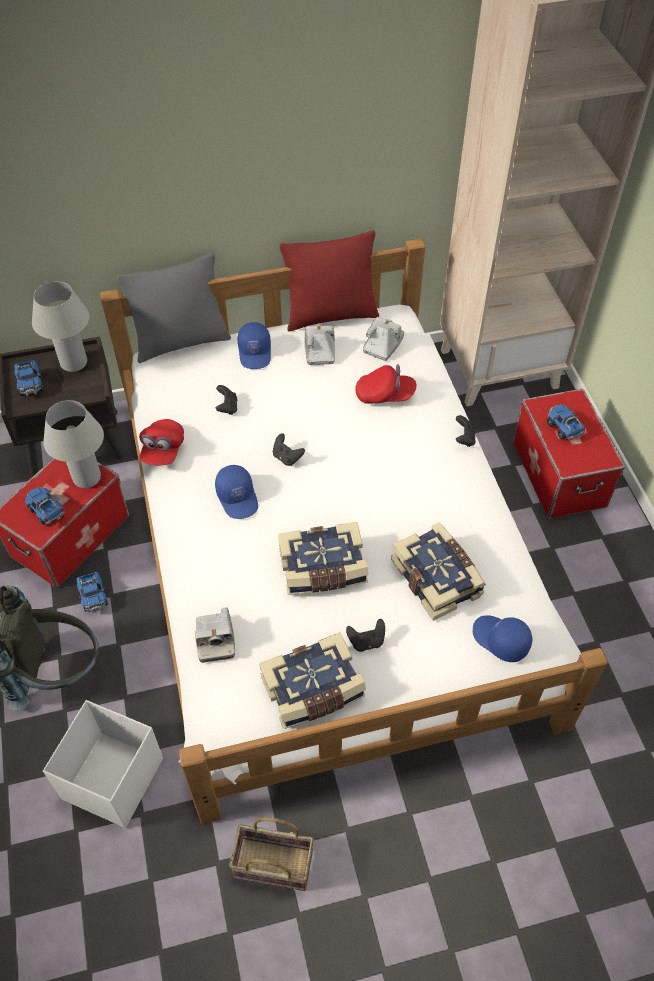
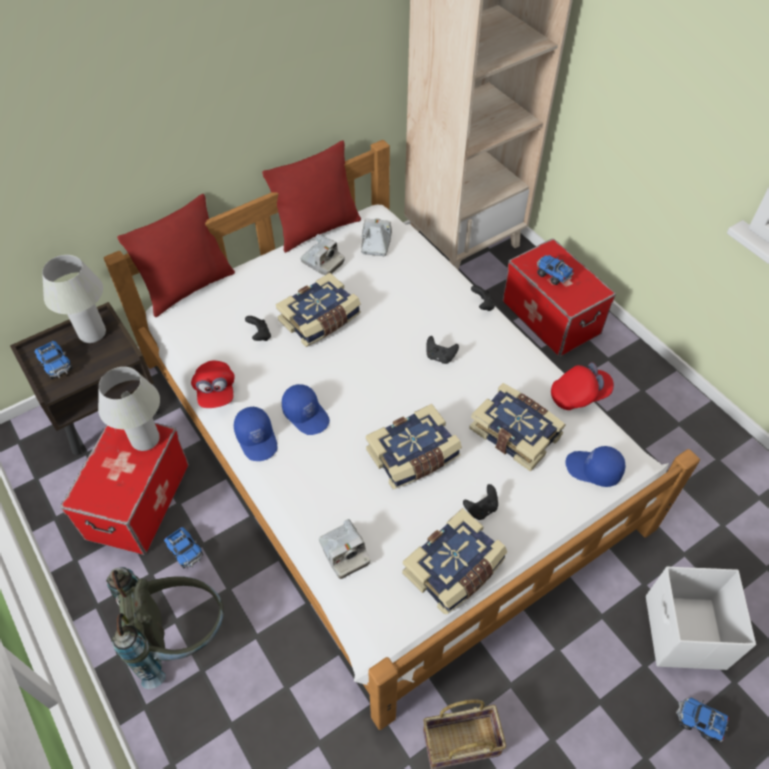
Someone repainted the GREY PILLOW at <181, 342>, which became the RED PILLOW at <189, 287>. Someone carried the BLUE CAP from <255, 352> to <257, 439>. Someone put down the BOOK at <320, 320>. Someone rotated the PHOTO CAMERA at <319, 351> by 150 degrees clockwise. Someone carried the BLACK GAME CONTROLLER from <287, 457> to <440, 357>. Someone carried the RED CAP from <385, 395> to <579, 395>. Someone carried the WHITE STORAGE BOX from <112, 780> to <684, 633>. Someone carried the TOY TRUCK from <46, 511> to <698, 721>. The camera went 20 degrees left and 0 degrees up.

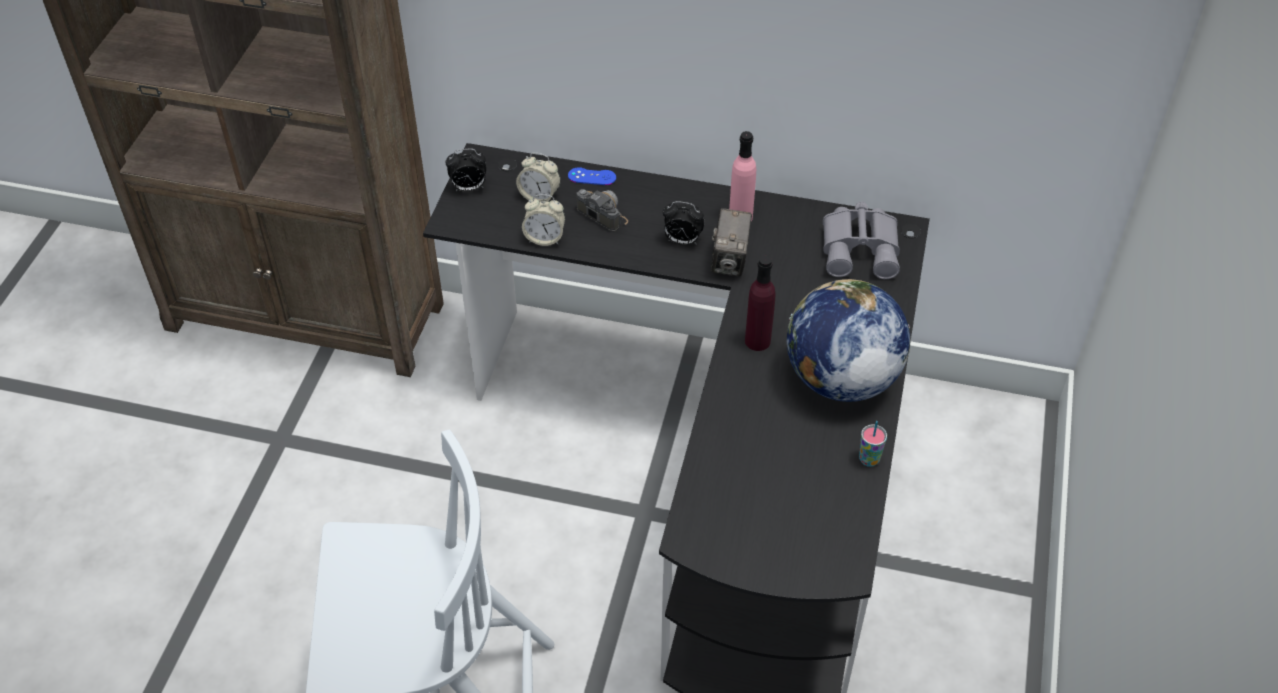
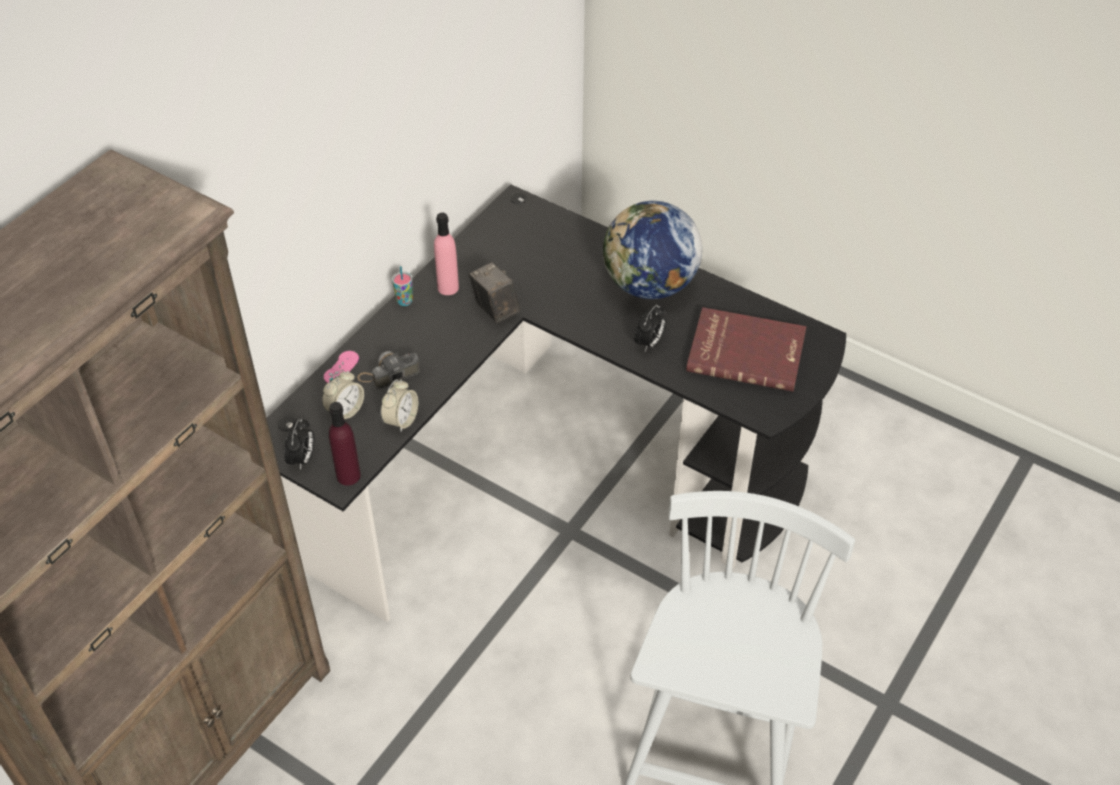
Someone repainted the BLUE GAME CONTROLLER at <592, 177>, which became the PINK GAME CONTROLLER at <341, 368>. Someone carried the PURPLE BOTTLE from <757, 341> to <348, 475>. Someone carried the CUP from <869, 459> to <404, 301>. Someone rotated the PHOTO CAMERA at <730, 261> by 150 degrees counterclockwise. Someone carried the ALARM CLOCK from <682, 241> to <649, 343>. Someone put down the RED BOOK at <746, 351>. Someone took away the GREY BINOCULARS at <861, 248>. The camera went 70 degrees left and 0 degrees up.

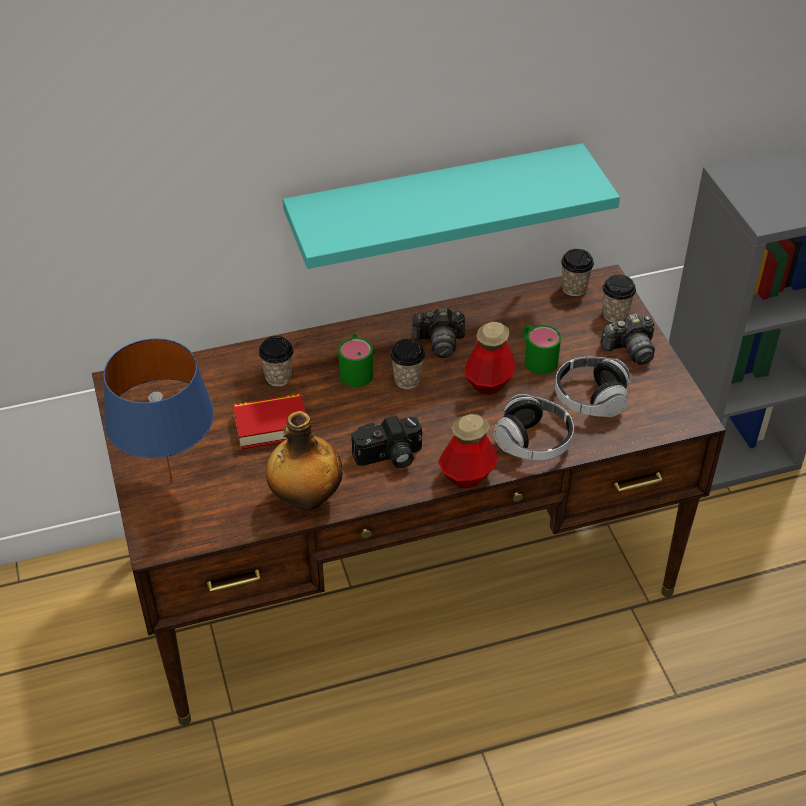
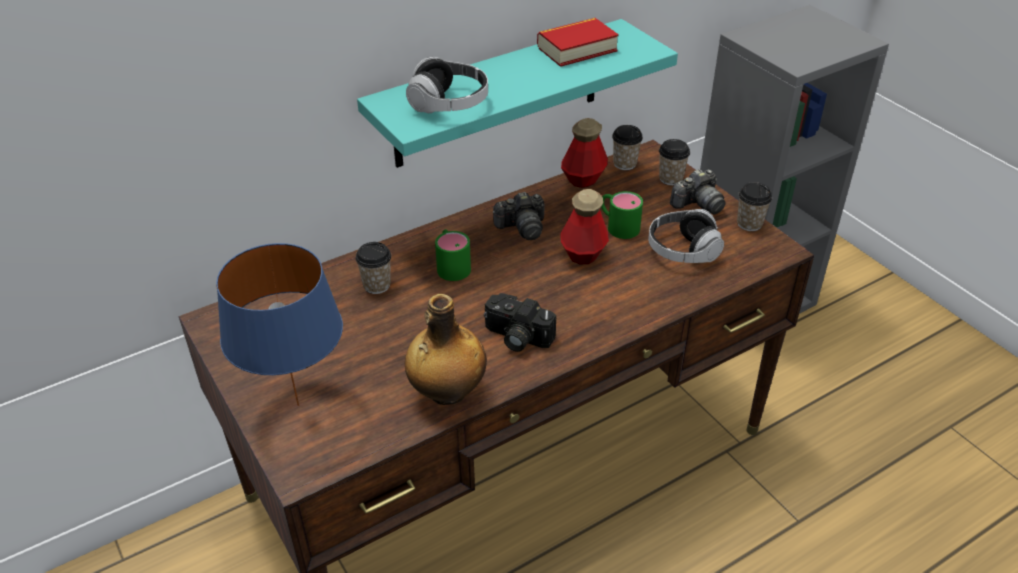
Someone carried the HEADPHONES from <533, 441> to <449, 104>. Someone rotated the PHOTO CAMERA at <389, 457> by 60 degrees clockwise. Someone carried the BOOK from <271, 426> to <577, 49>. Someone carried the BOTTLE from <467, 475> to <583, 179>. Someone carried the CUP from <407, 380> to <749, 224>. The camera went 15 degrees left and 5 degrees down.

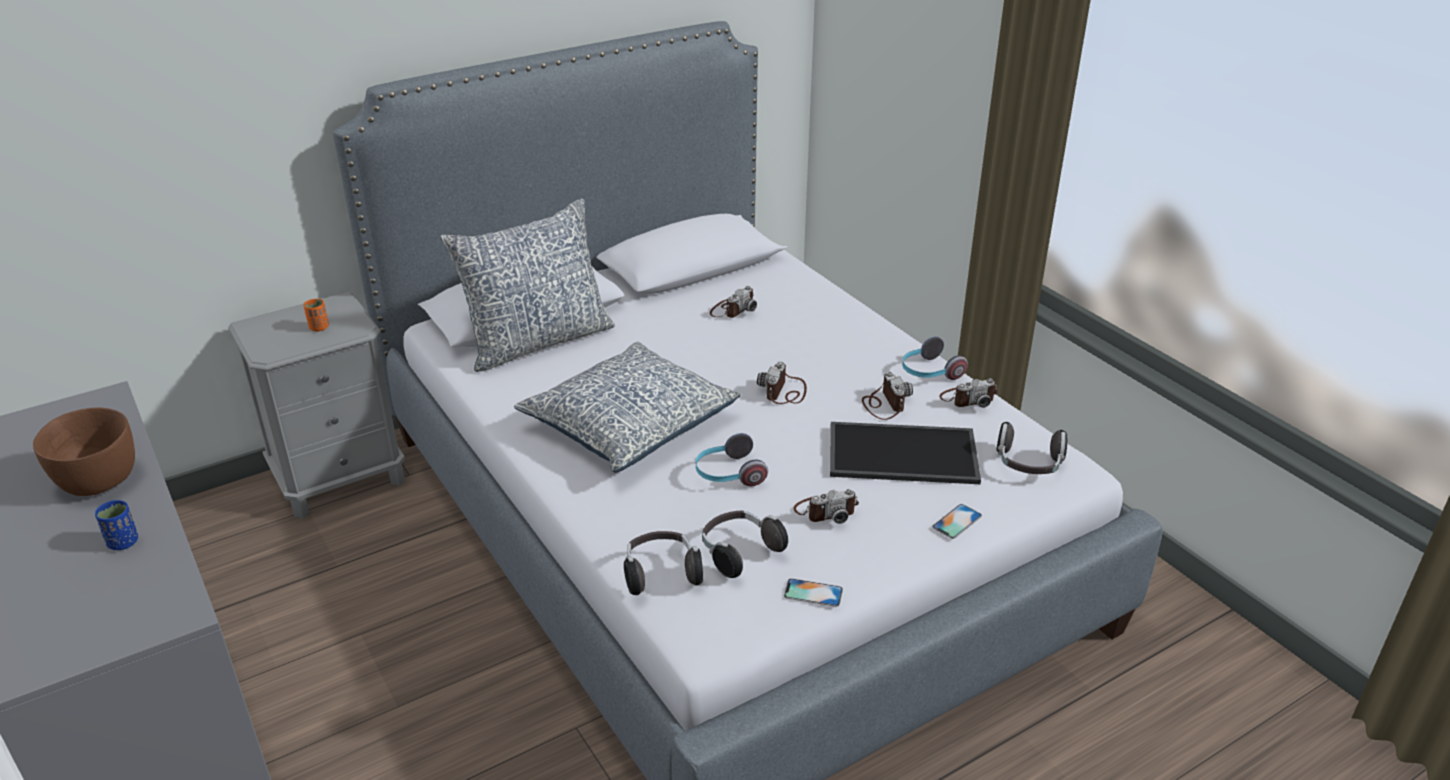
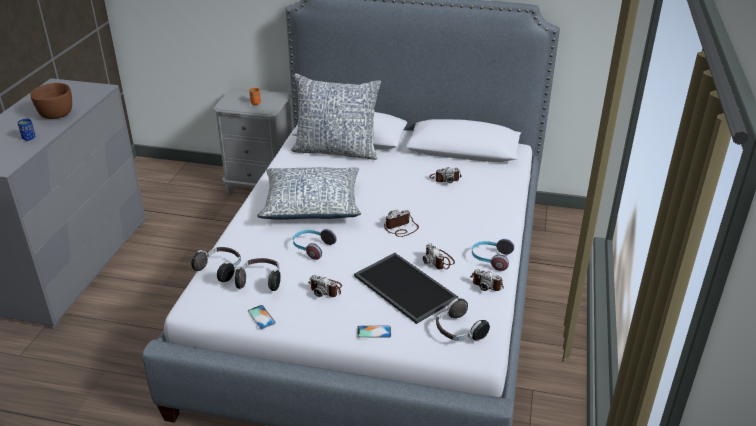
Someone rotated the PHOTO CAMERA at <884, 404> by 120 degrees clockwise. The camera went 45 degrees right and 0 degrees up.

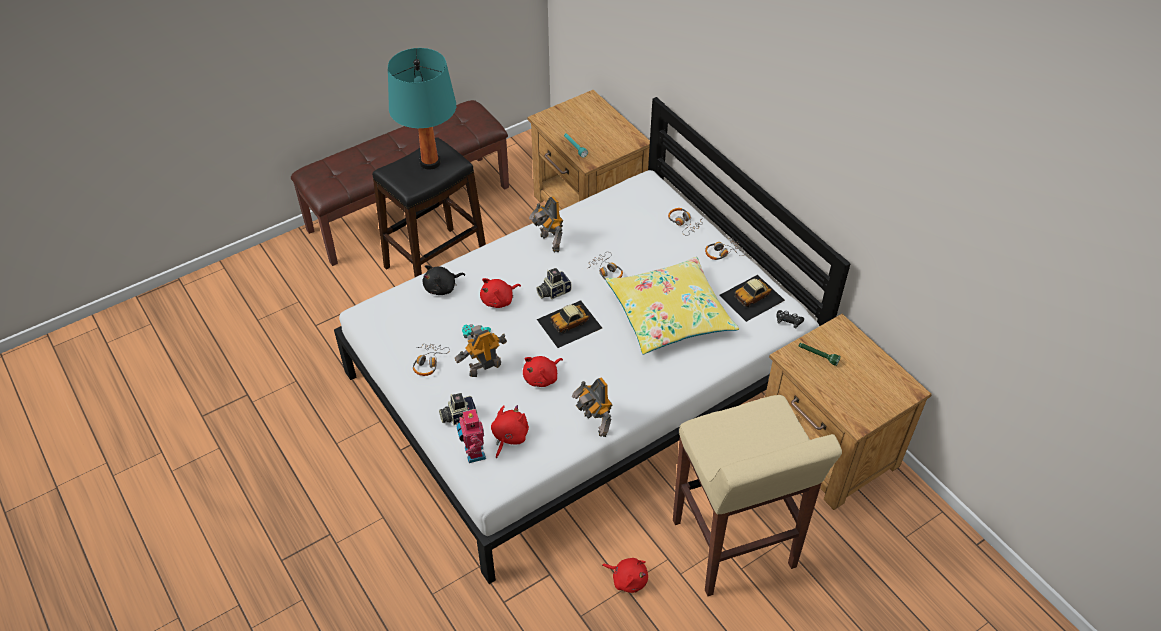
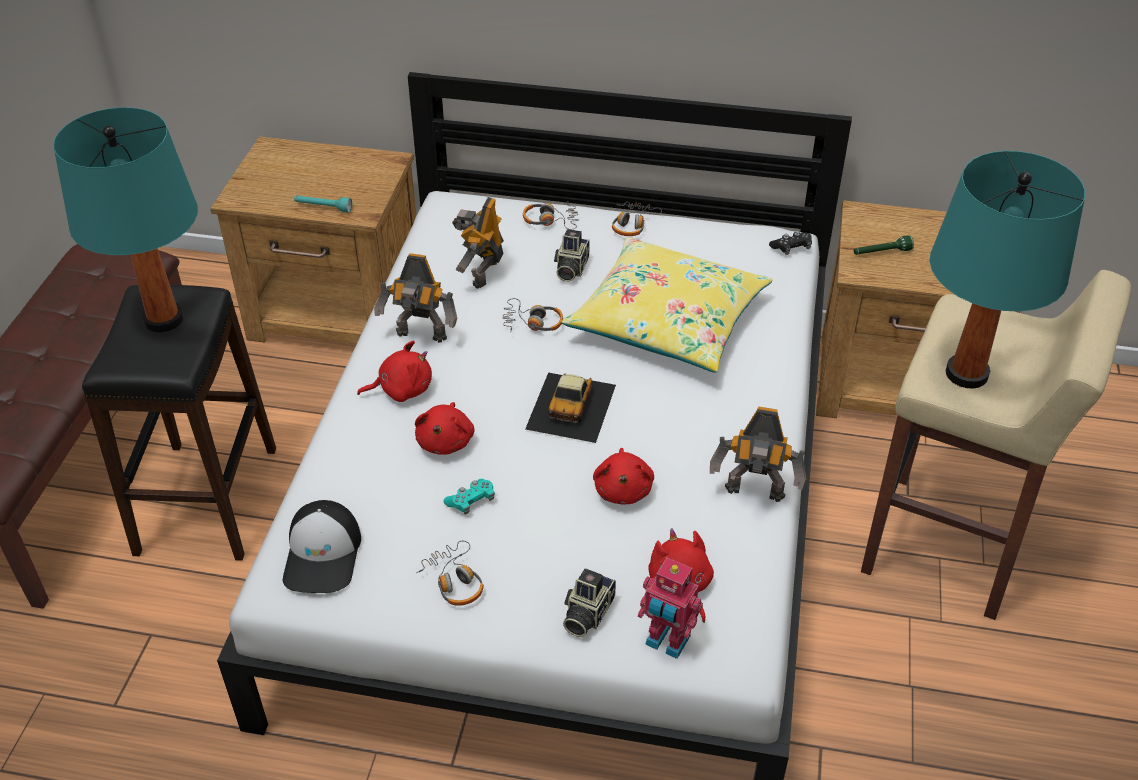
Someone put down the CAP at <323, 555>. Someone carried the RED PLUSH TOY from <628, 579> to <402, 389>. Someone carried the TOY ROBOT from <484, 368> to <482, 273>. Someone carried the PHOTO CAMERA from <553, 291> to <570, 269>. Someone put down the TURQUOISE TABLE LAMP at <967, 374>. Someone took away the BLACK PLUSH TOY at <442, 288>. Someone took away the TOY CAR at <752, 297>. The camera went 45 degrees left and 5 degrees down.

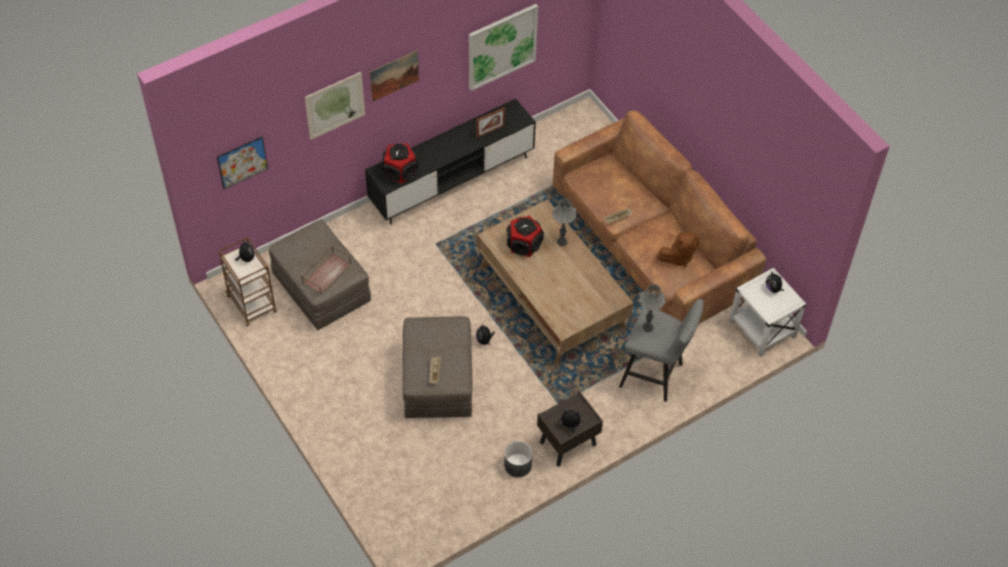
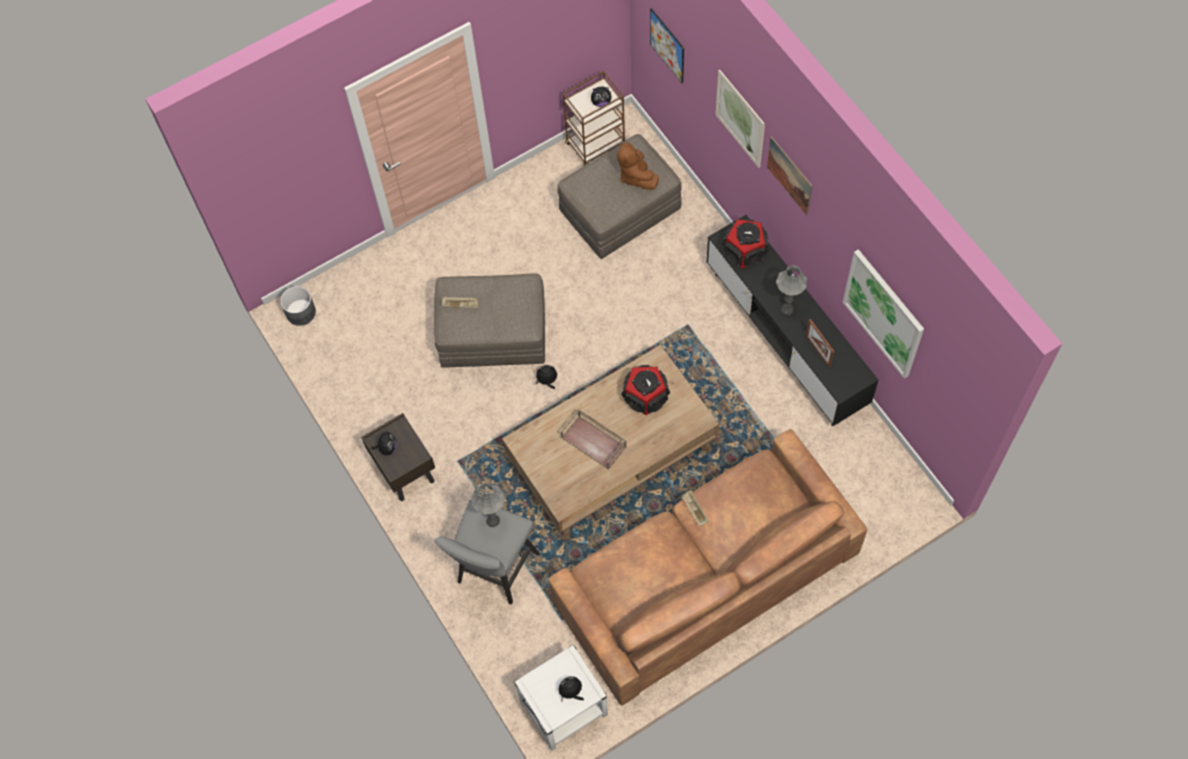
Someone carried the GREY PLANTER from <517, 465> to <300, 312>. Someone carried the BROWN TRAY from <326, 272> to <594, 442>. Someone carried the BROWN PLUSH TOY from <678, 257> to <635, 175>. Someone carried the GREY TABLE LAMP from <562, 242> to <787, 309>. The camera went 95 degrees right and 10 degrees up.

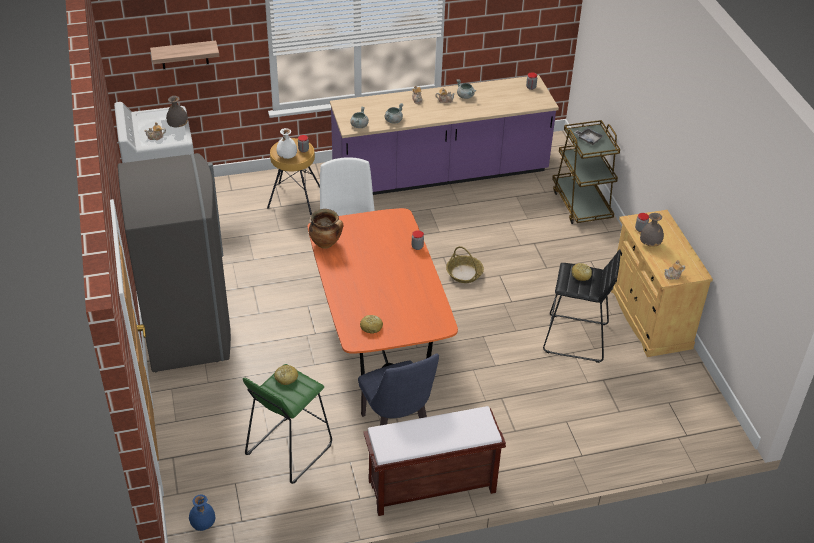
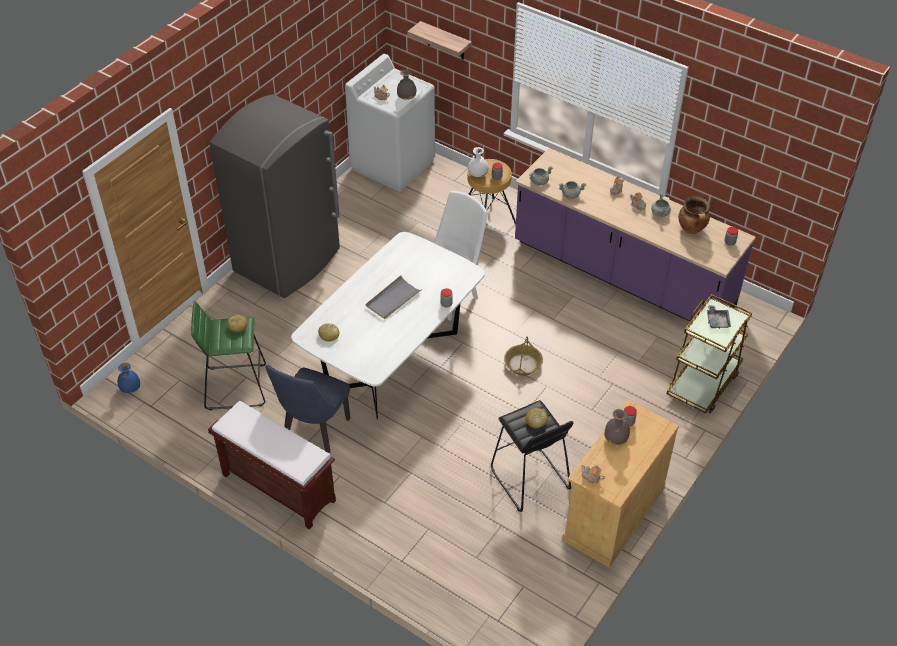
Someone repainted the ORANGE DINING TABLE at <378, 339>, which became the WHITE DINING TABLE at <393, 361>. Someone put down the GREY TRAY at <393, 299>. Someone carried the COOKING POT from <326, 243> to <692, 230>. The camera went 50 degrees right and 5 degrees up.

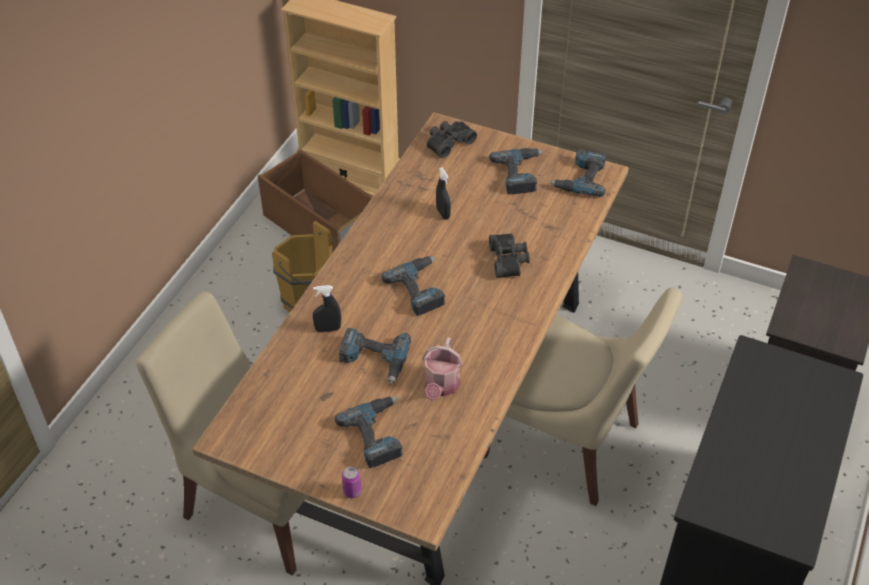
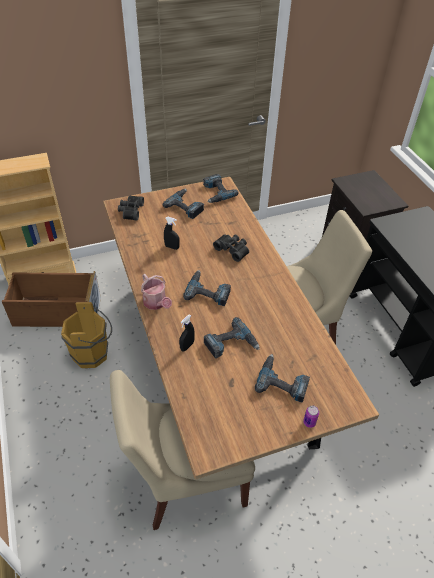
Someone carried the WATERING CAN from <441, 386> to <156, 303>. The camera went 45 degrees left and 0 degrees up.

